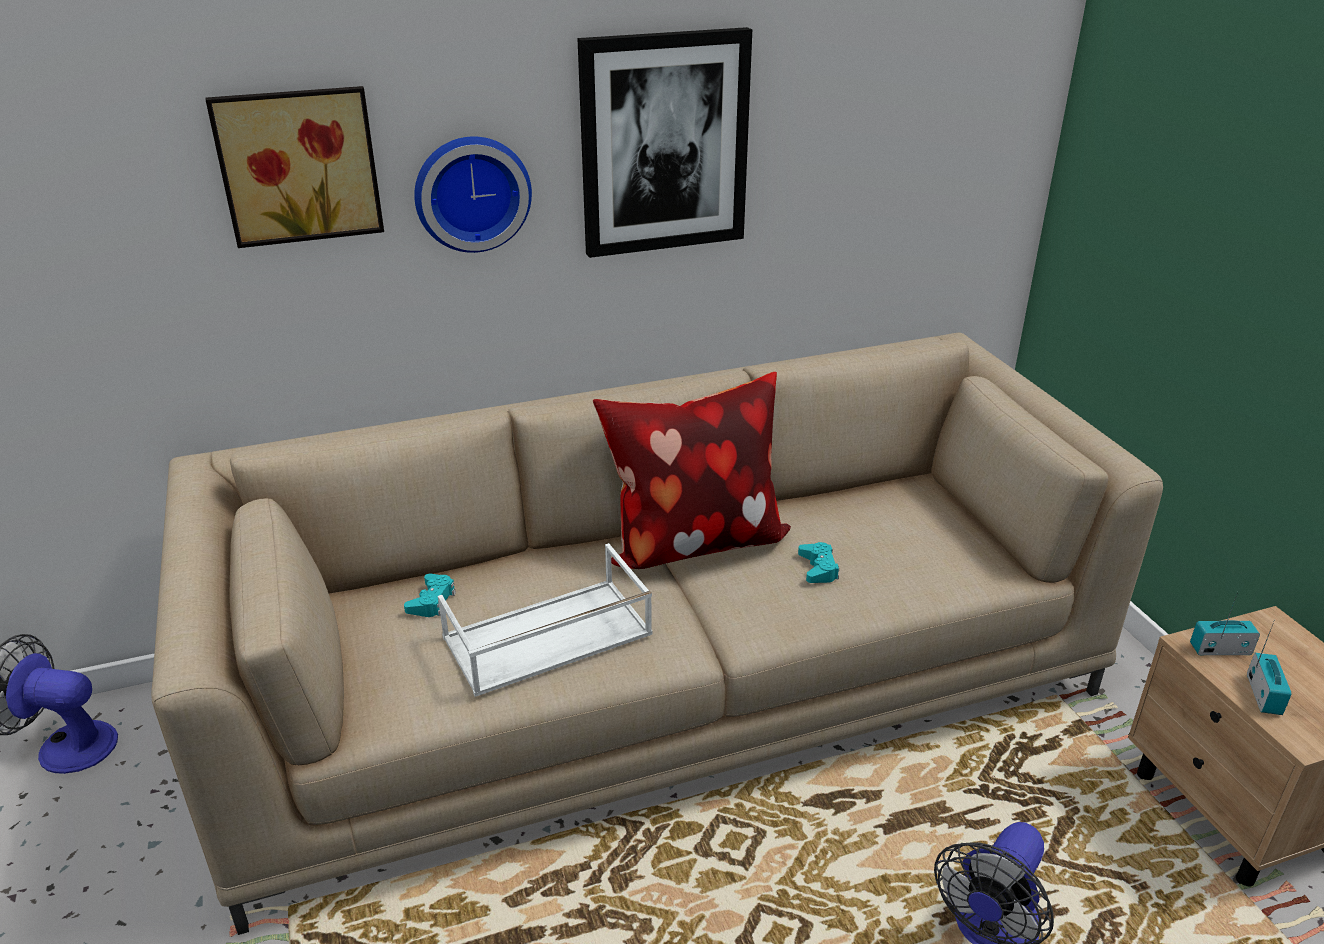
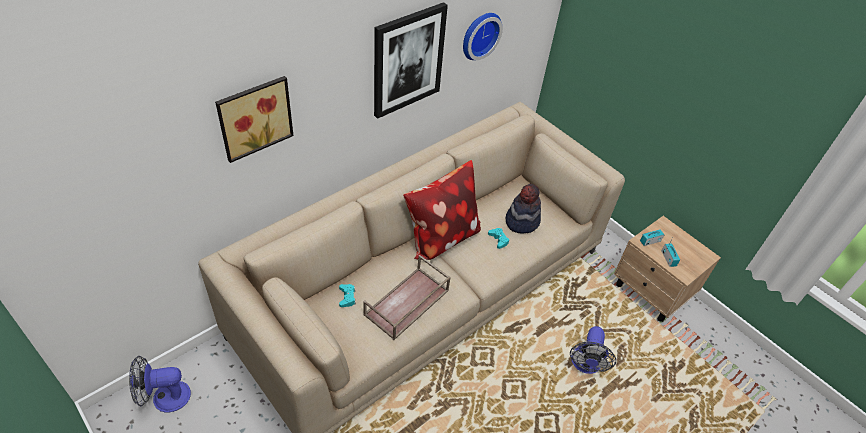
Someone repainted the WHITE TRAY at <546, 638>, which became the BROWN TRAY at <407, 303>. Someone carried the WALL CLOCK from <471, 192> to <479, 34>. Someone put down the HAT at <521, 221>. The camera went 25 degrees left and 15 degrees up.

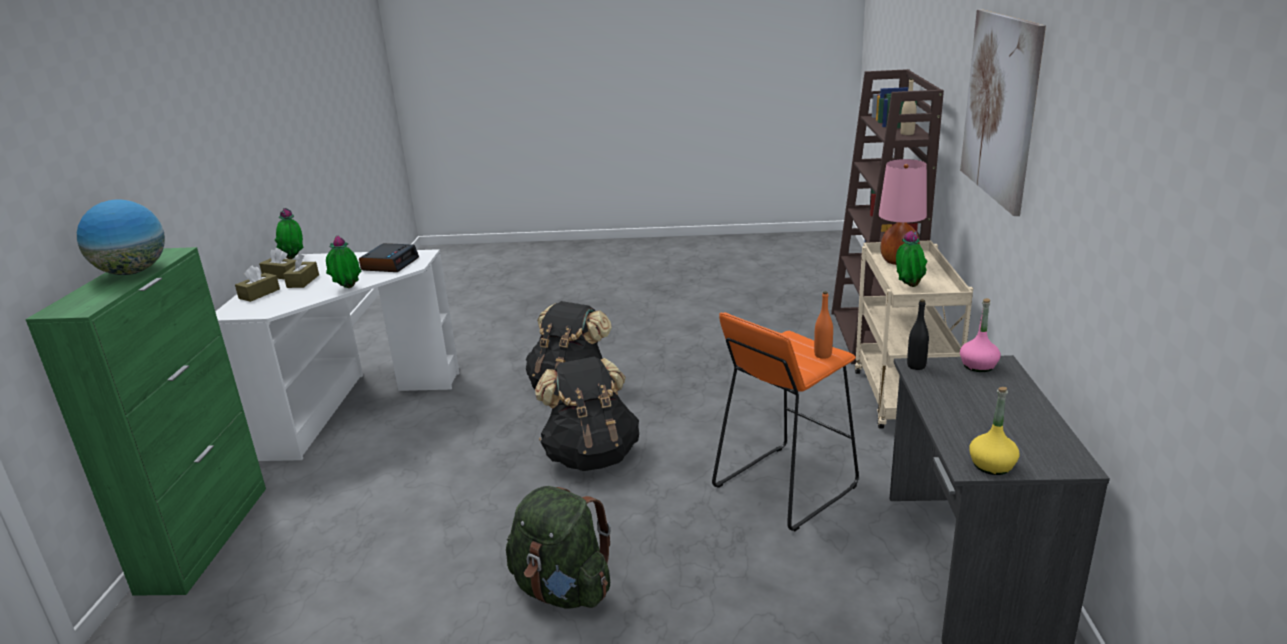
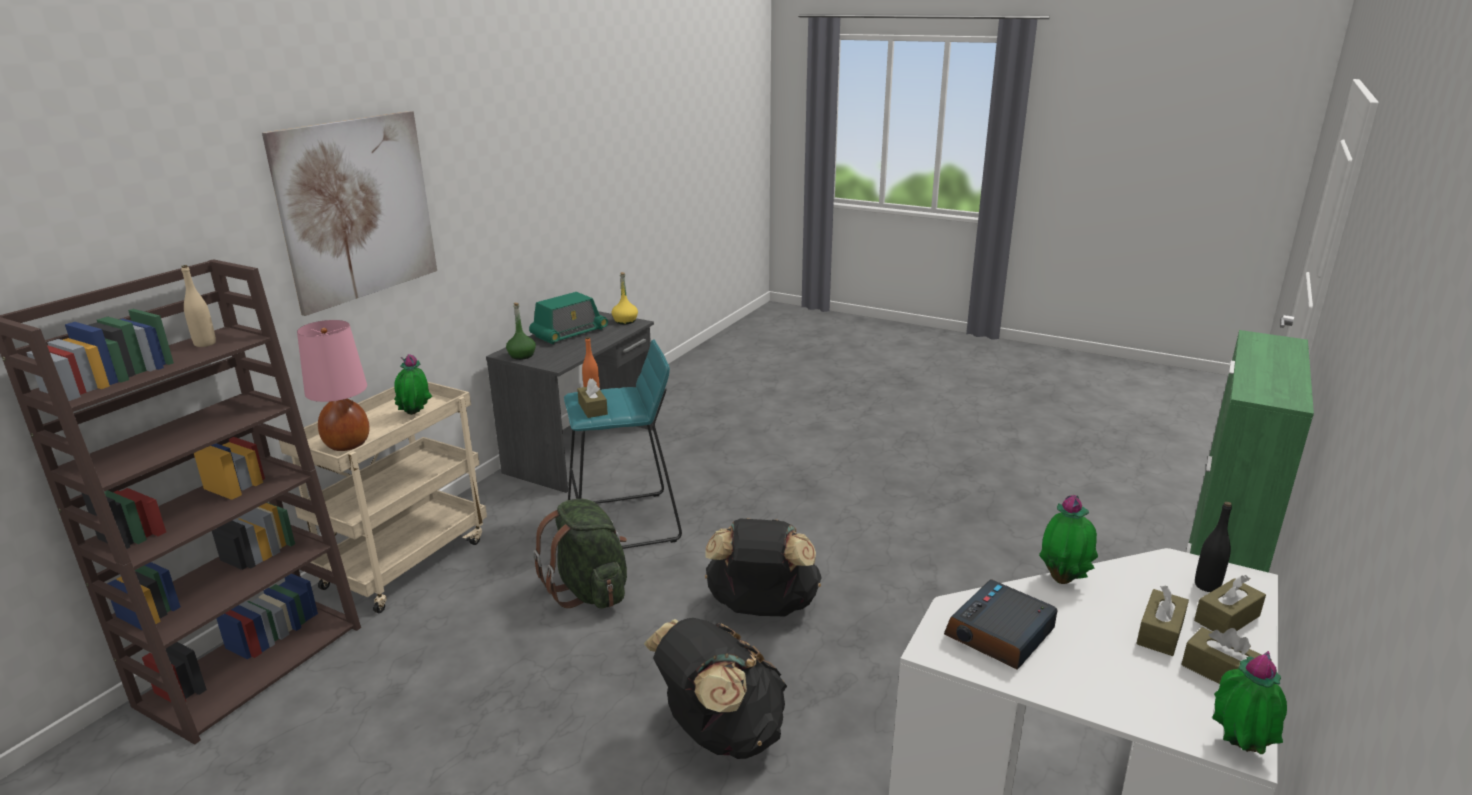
Someone repainted the PINK BOTTLE at <978, 366>, which became the GREEN BOTTLE at <522, 355>. Someone put down the RADIO at <569, 333>. Someone carried the GREEN BACKPACK from <563, 590> to <590, 590>. Someone repainted the ORANGE STOOL at <784, 486>, which became the TURQUOISE STOOL at <625, 523>. Someone put down the BROWN TISSUE BOX at <592, 408>. Someone carried the BLACK BOTTLE from <916, 366> to <1207, 586>. Someone took away the GLOBE at <132, 272>. The camera went 155 degrees left and 0 degrees up.

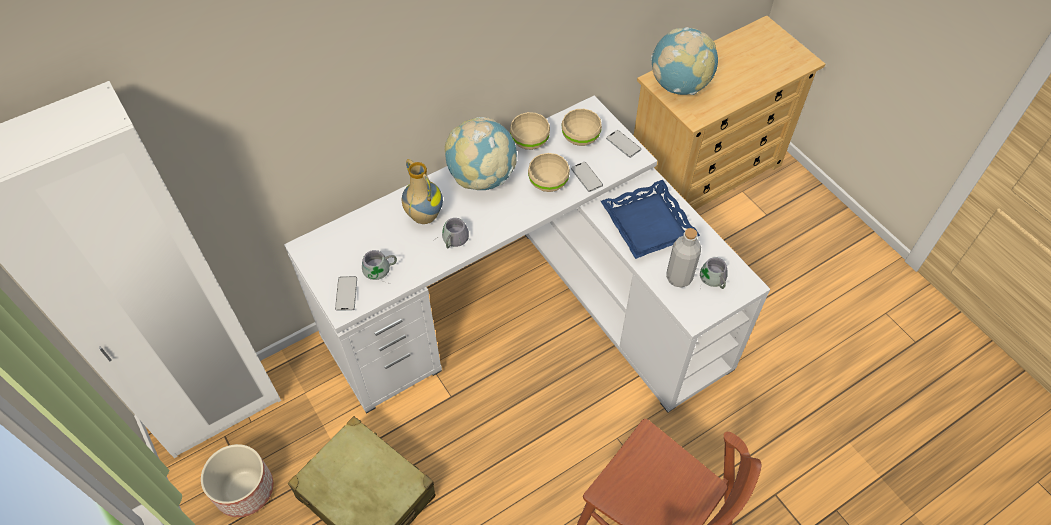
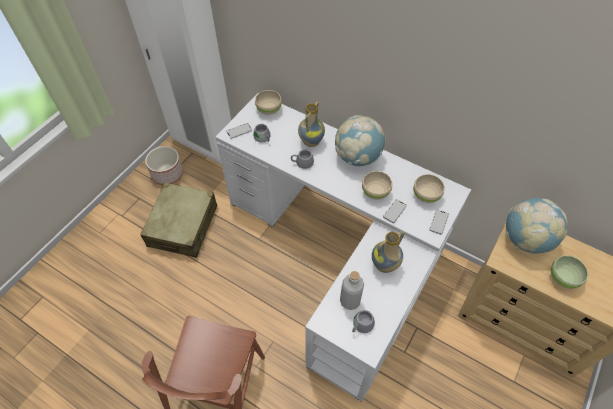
Someone carried the BEIGE BOWL from <530, 142> to <268, 110>. Someone swapped the BLUE TRAY at <649, 224> for the VASE at <385, 266>. Someone put down the GREEN BOWL at <563, 278>. The camera went 65 degrees right and 0 degrees up.

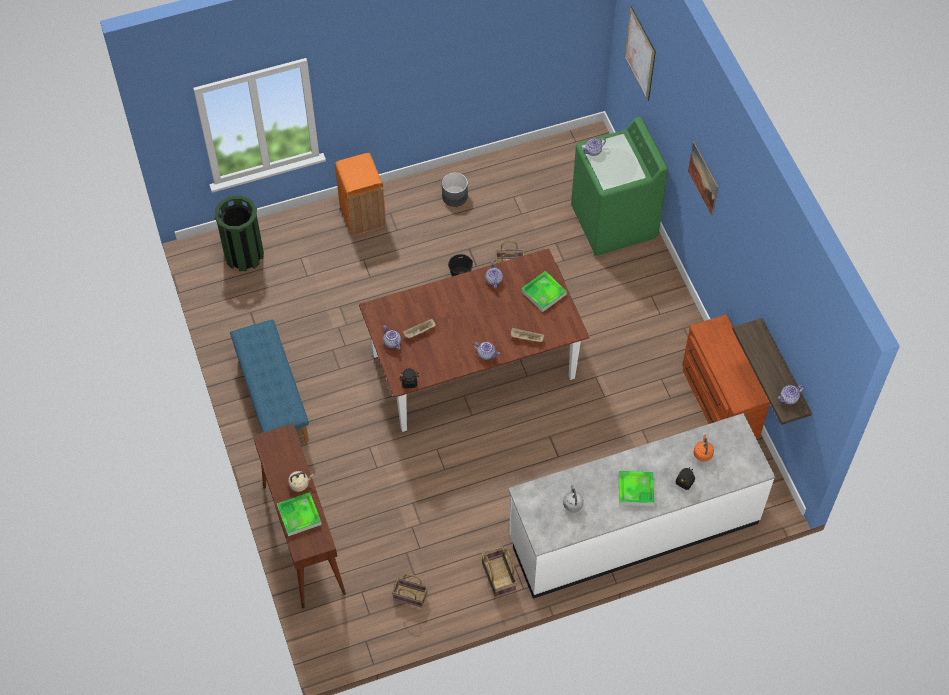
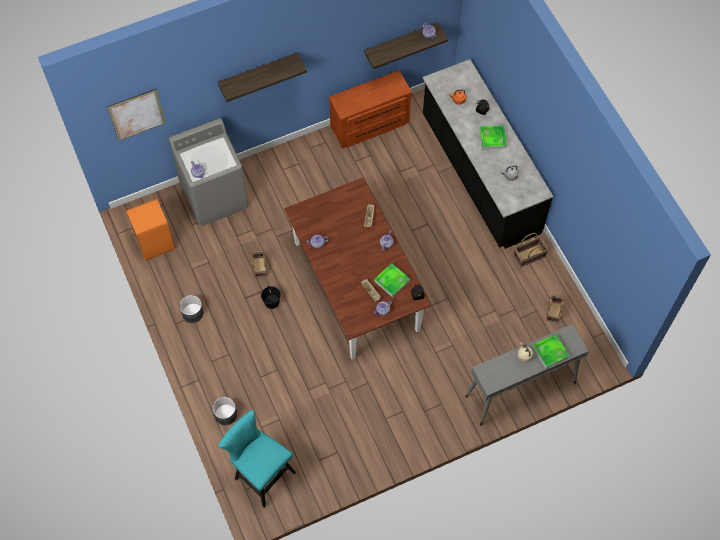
Someone carried the ORANGE TRASH CAN from <363, 216> to <155, 244>. Someone repainted the GREEN WASHING MACHINE at <614, 222>, which became the GREY WASHING MACHINE at <215, 196>. Someone put down the GREY PLANTER at <225, 414>. Someone swapped the PICTURE at <703, 178> for the SHELF at <258, 73>. Someone swapped the GREEN TRASH CAN at <244, 255> for the TURQUOISE STOOL at <261, 474>. Someone carried the TRAY from <543, 293> to <392, 281>. Someone repainted the WHITE COUNTER at <633, 529>, which became the BLACK COUNTER at <479, 175>. Someone repainted the BROWN CONSOLE TABLE at <303, 538>, which became the GREY CONSOLE TABLE at <520, 390>. Someone took away the BLUE BENCH at <272, 398>. The camera went 95 degrees left and 5 degrees up.

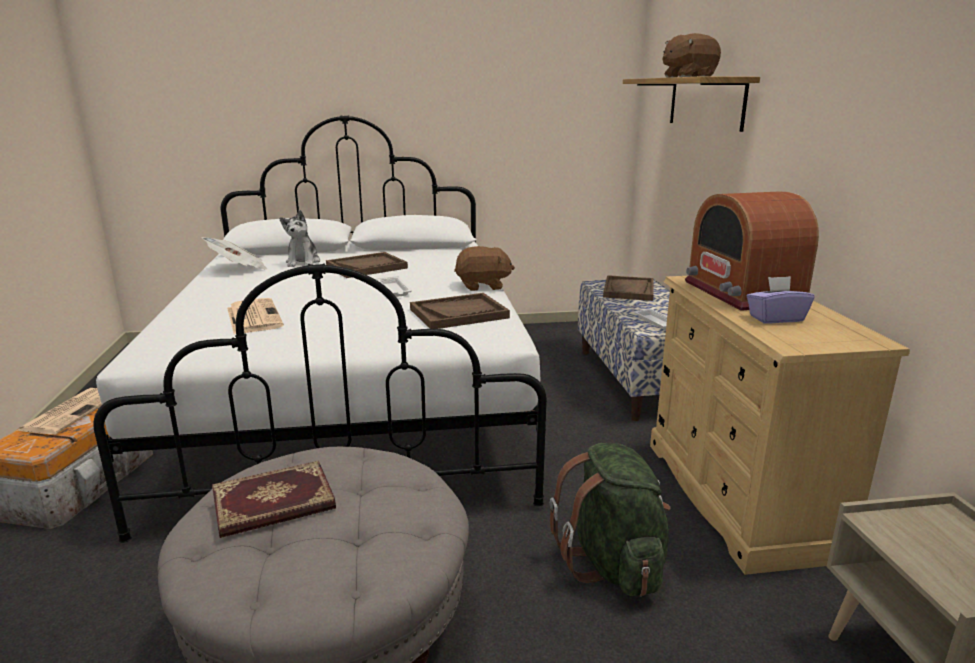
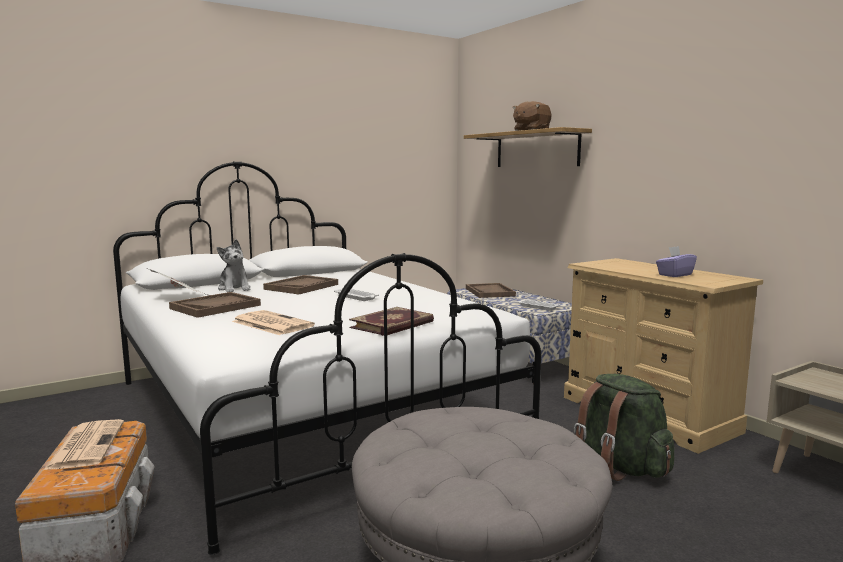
Someone carried the BROWN TRAY from <459, 313> to <215, 307>. Someone carried the BOOK from <274, 504> to <393, 325>. Someone took away the BROWN PLUSH TOY at <483, 286>. Someone took away the RADIO at <743, 292>. The camera went 25 degrees left and 10 degrees down.

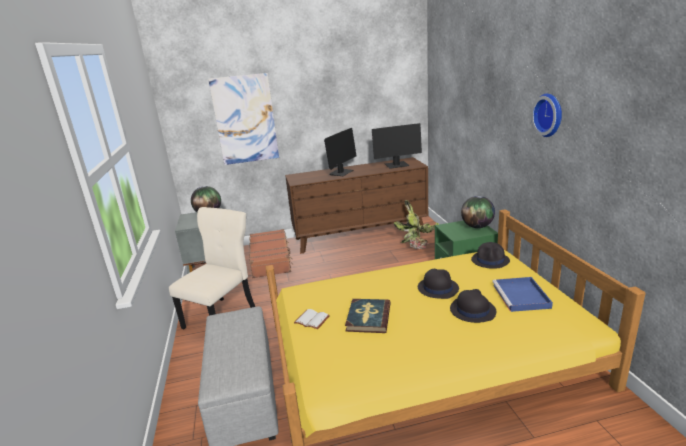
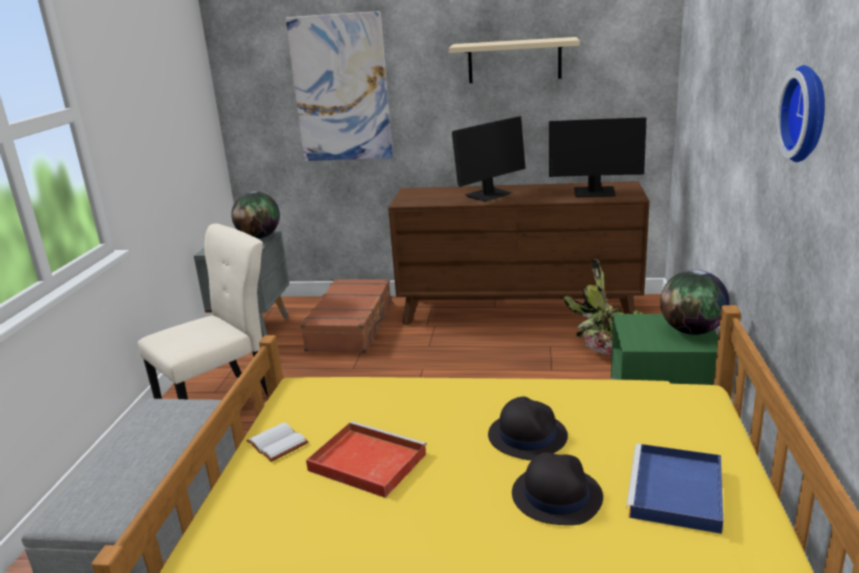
Someone swapped the BOOK at <368, 318> for the RED TRAY at <365, 462>. Someone put up the BEIGE SHELF at <514, 60>. Someone took away the BLACK HAT at <490, 260>. The camera went 20 degrees right and 0 degrees up.

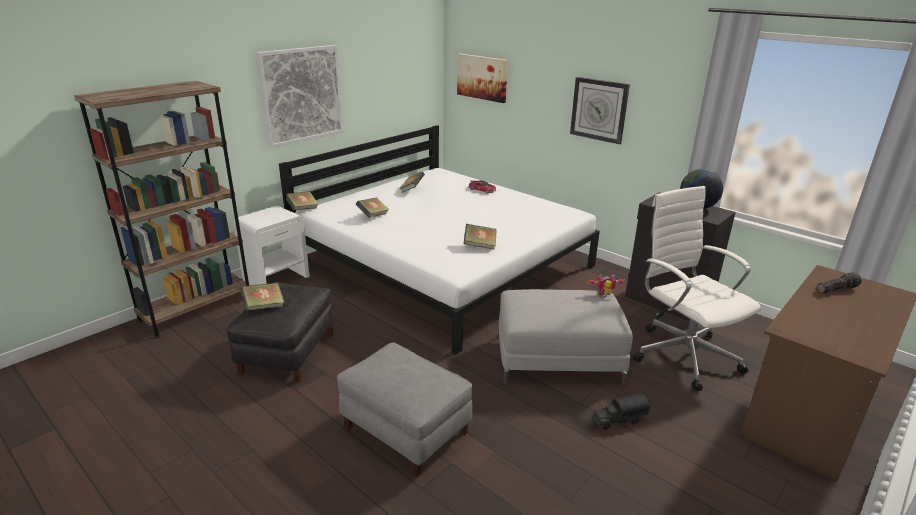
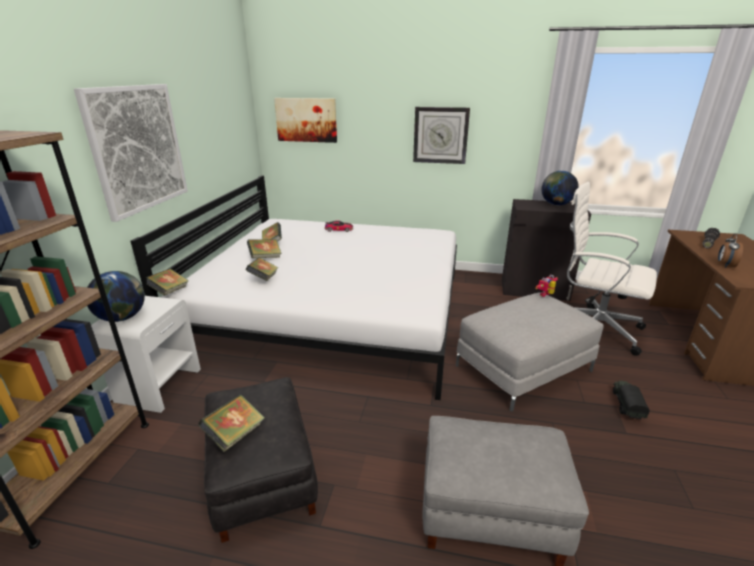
Someone put down the GLOBE at <122, 317>. Someone carried the BOOK from <480, 246> to <265, 257>. Someone rotated the TOY TRUCK at <618, 420> by 150 degrees clockwise. Someone put down the ALARM CLOCK at <724, 265>. The camera went 30 degrees left and 0 degrees up.

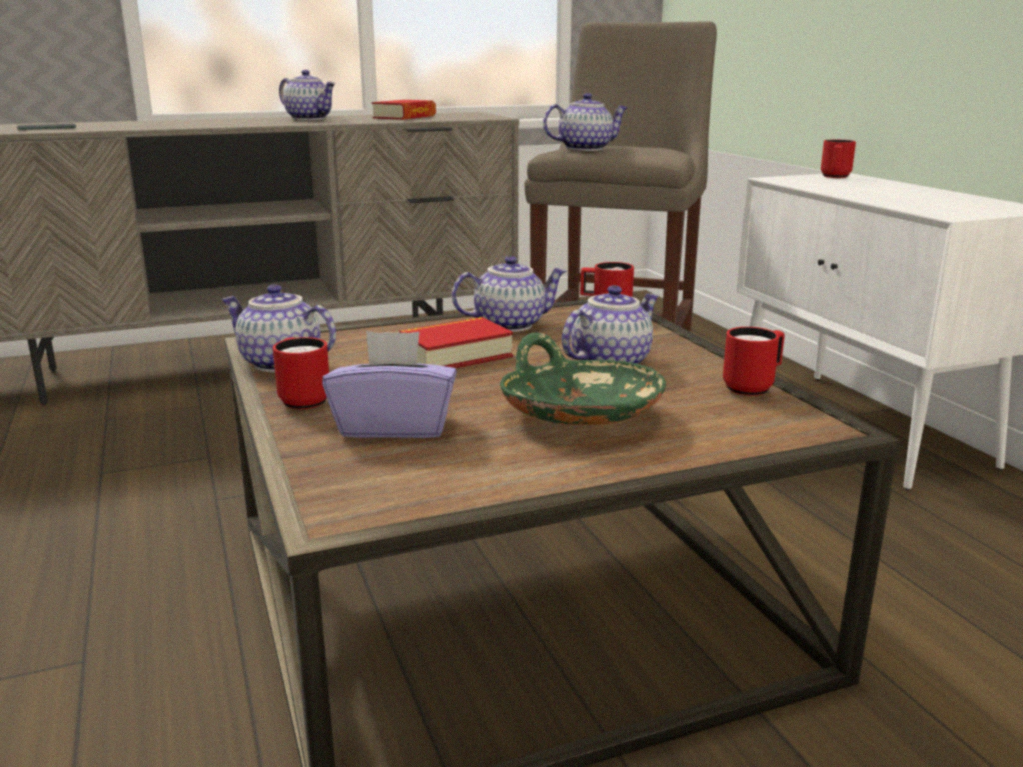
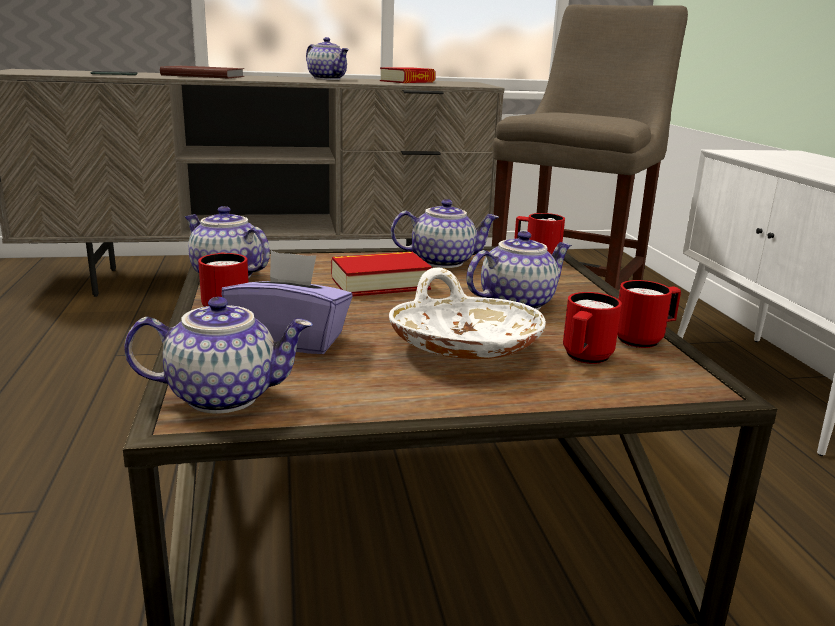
Someone carried the TEAPOT from <585, 149> to <224, 395>. Someone put down the BROWN BOOK at <203, 76>. Someone repainted the GREEN BOWL at <578, 414>, which became the WHITE BOWL at <463, 347>. Someone carried the RED MUG from <835, 177> to <584, 359>. The camera went 10 degrees right and 0 degrees up.

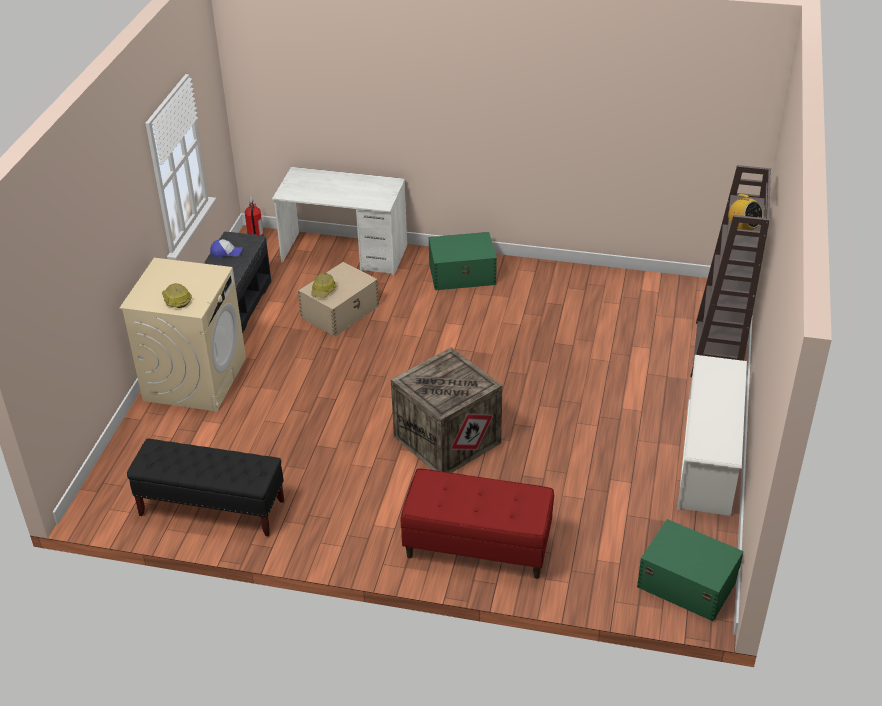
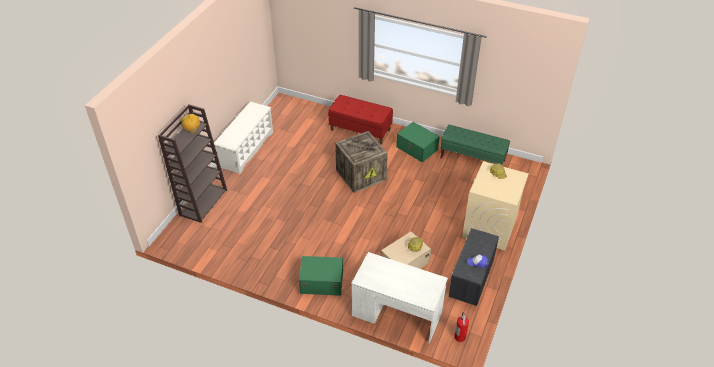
Someone carried the GREEN STORAGE BOX from <686, 582> to <417, 148>. Someone repainted the BLACK BENCH at <211, 508>, which became the GREEN BENCH at <472, 159>. The camera went 170 degrees left and 5 degrees up.

